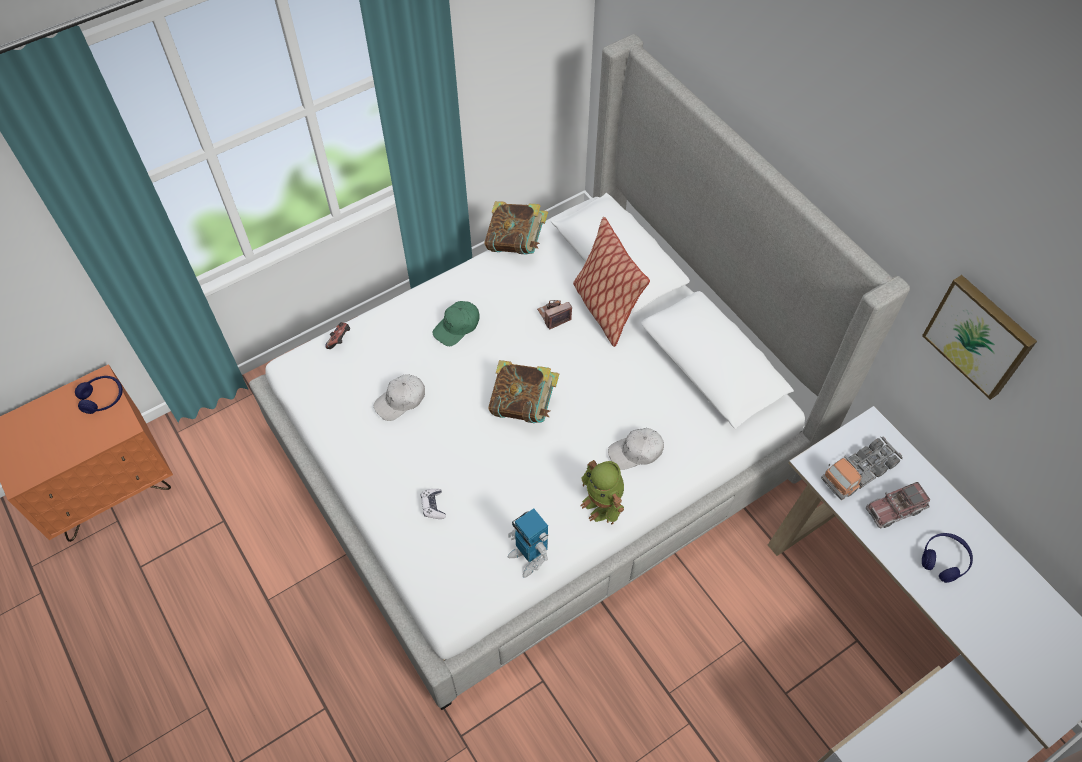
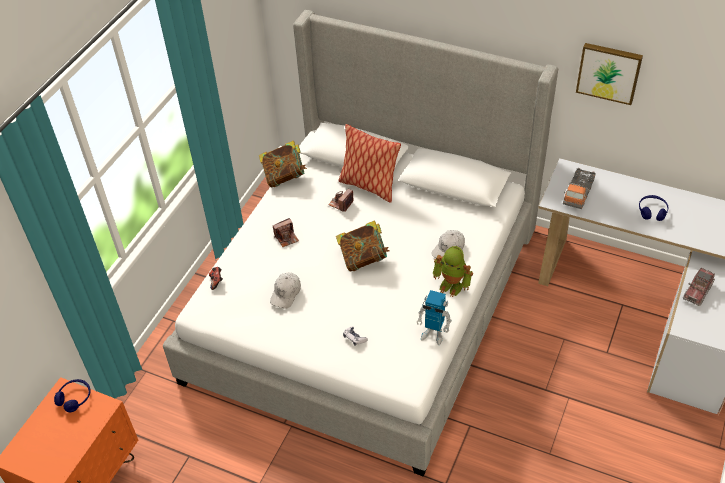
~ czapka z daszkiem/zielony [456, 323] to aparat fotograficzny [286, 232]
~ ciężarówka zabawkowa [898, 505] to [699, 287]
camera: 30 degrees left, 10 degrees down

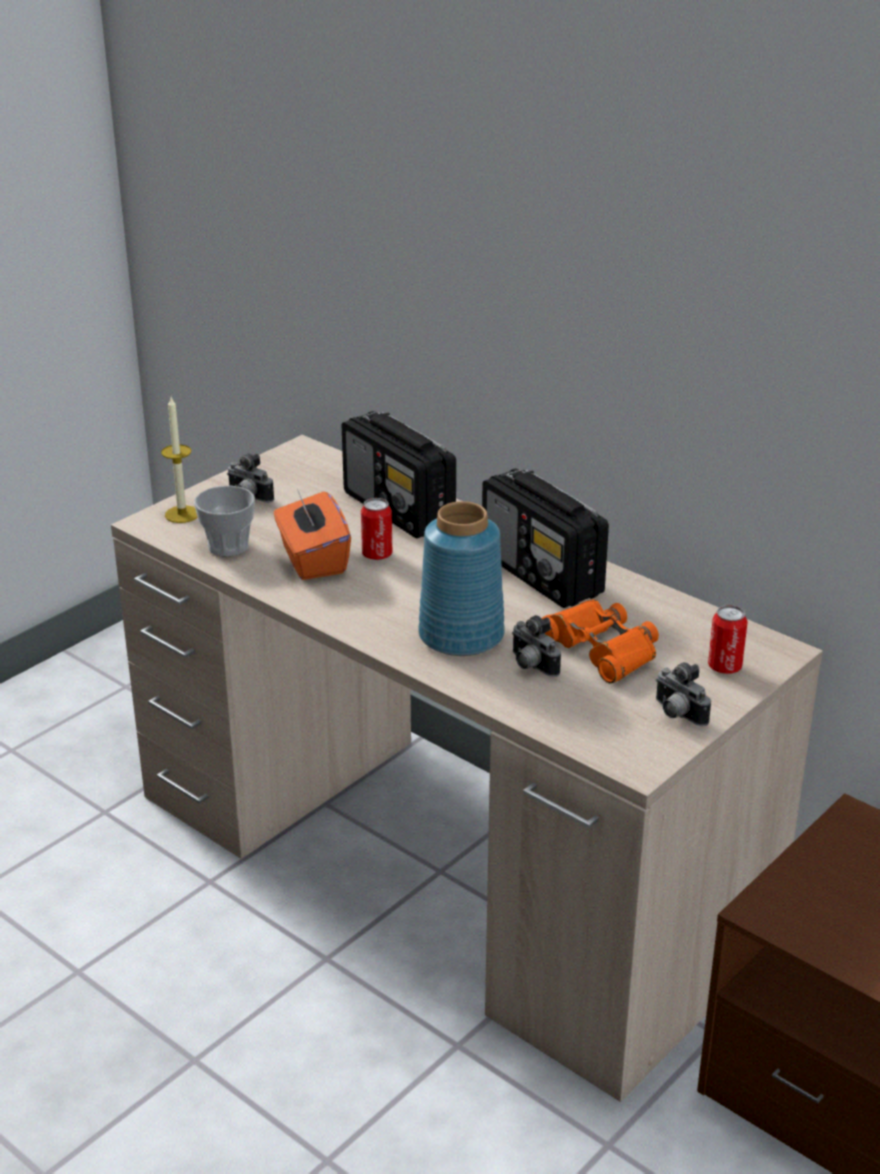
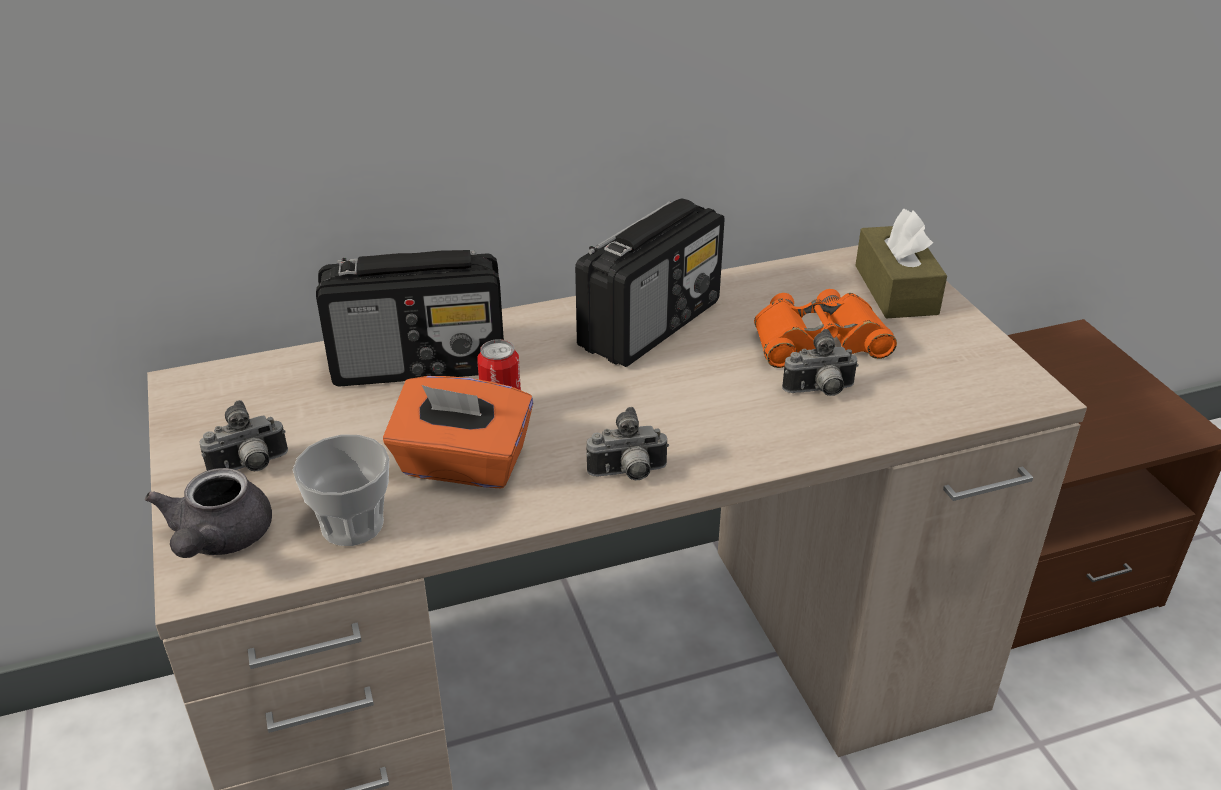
~ świeca [179, 460] to imbryk/szary [208, 513]
~ radio [545, 538] = [650, 283] 45 degrees counterclockwise
~ aparat fotograficzny [683, 694] to [627, 443]
~ puszka [728, 639] to pudełko chusteczek/brązowy [901, 264]
- wazon/niebieski [461, 578]
camera: 60 degrees left, 5 degrees up

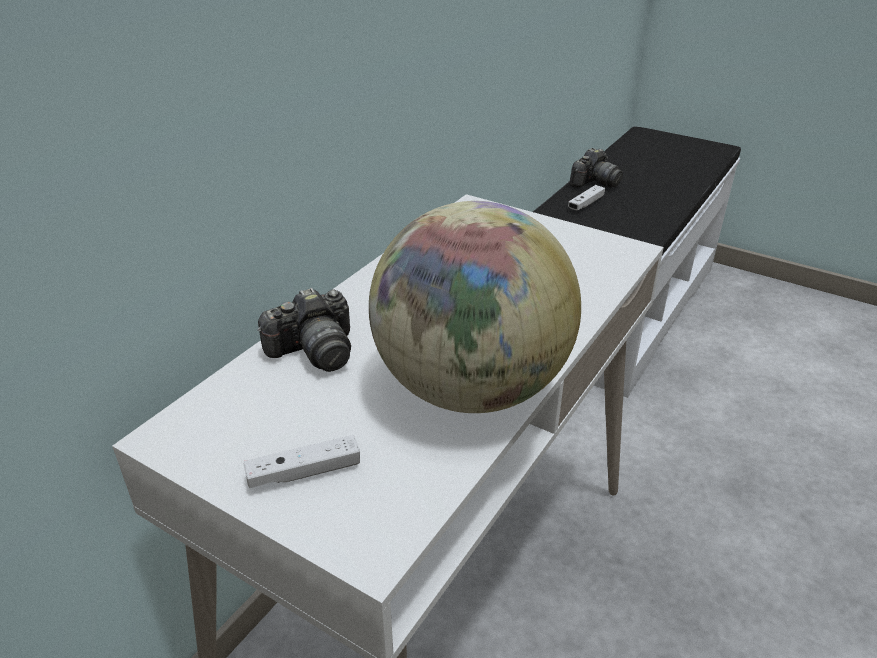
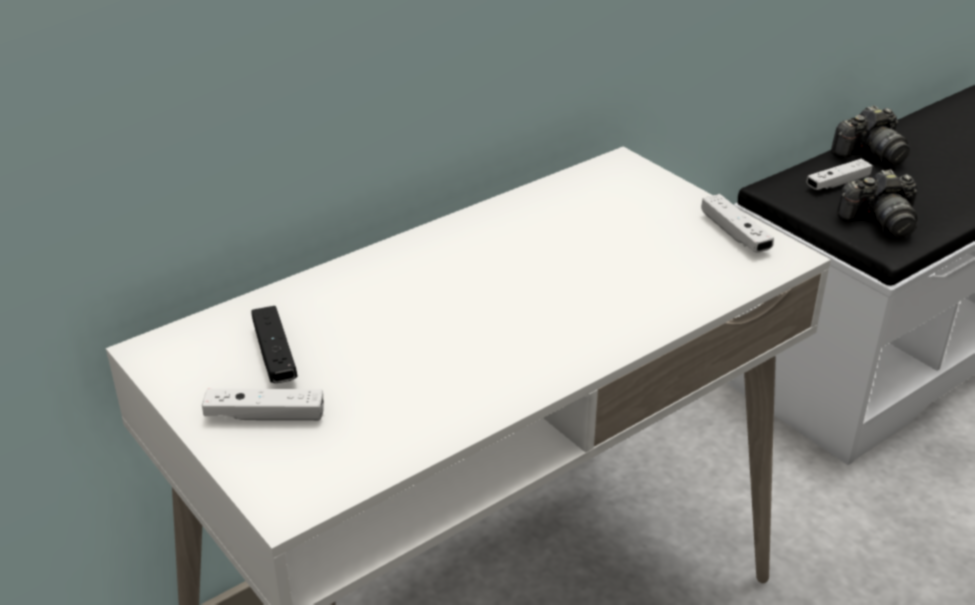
+ pad do gier/czarny [274, 344]
+ pad do gier/biały [737, 223]
~ aparat fotograficzny [304, 330] to [877, 204]
- globus [475, 307]
camera: 20 degrees right, 0 degrees up

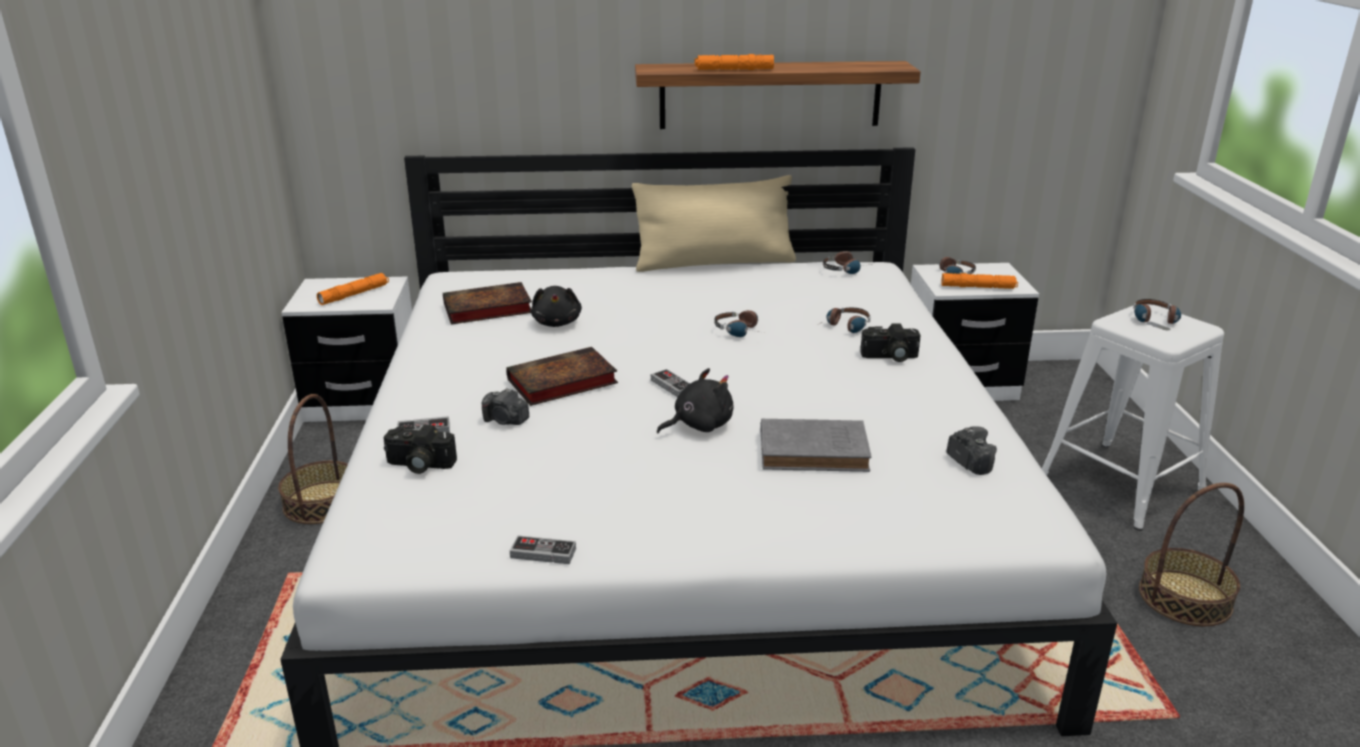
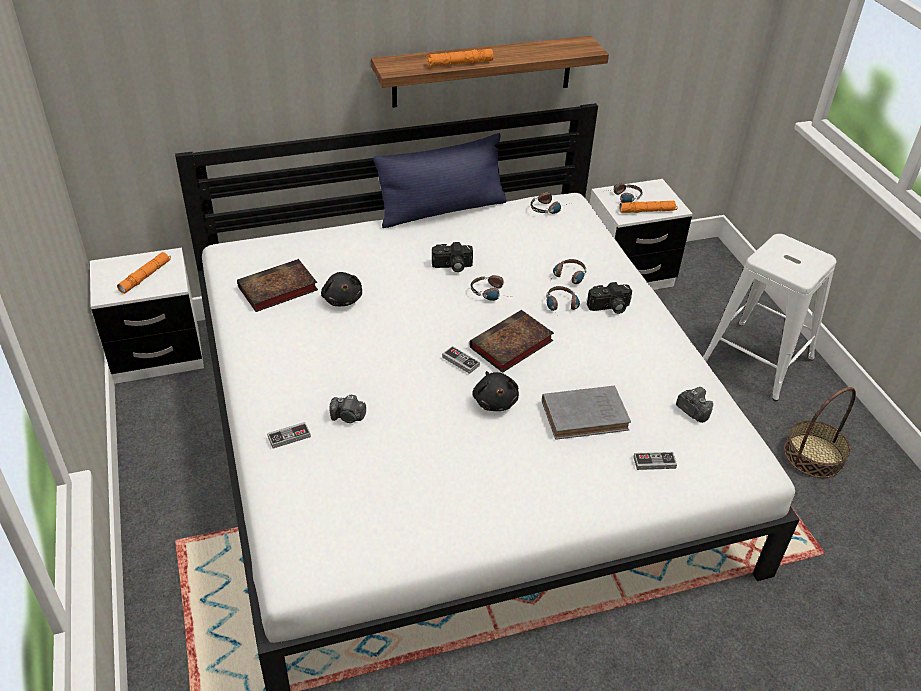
~ poduszka/beżowy [714, 223] to poduszka/niebieski [439, 180]
~ aparat fotograficzny [420, 449] to [452, 257]
~ książka [562, 376] to [511, 341]
~ pluszak/czarny [695, 400] = [495, 391] 120 degrees clockwise
~ słuchawki [1157, 311] to [563, 298]
~ pad do gier [543, 549] to [655, 461]
- koszyk [313, 459]
camera: 15 degrees left, 15 degrees up

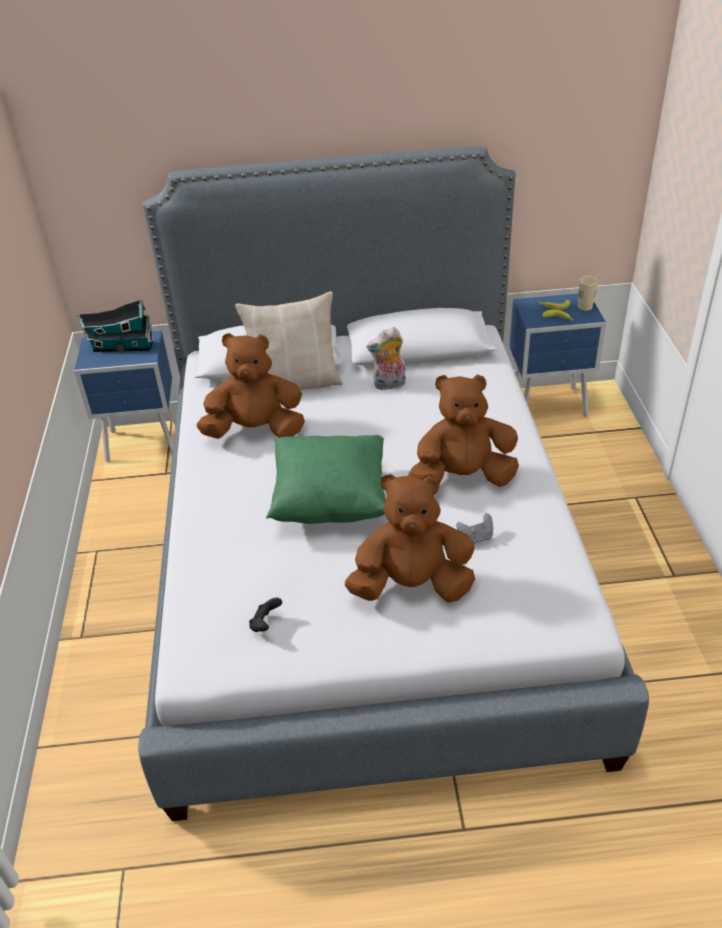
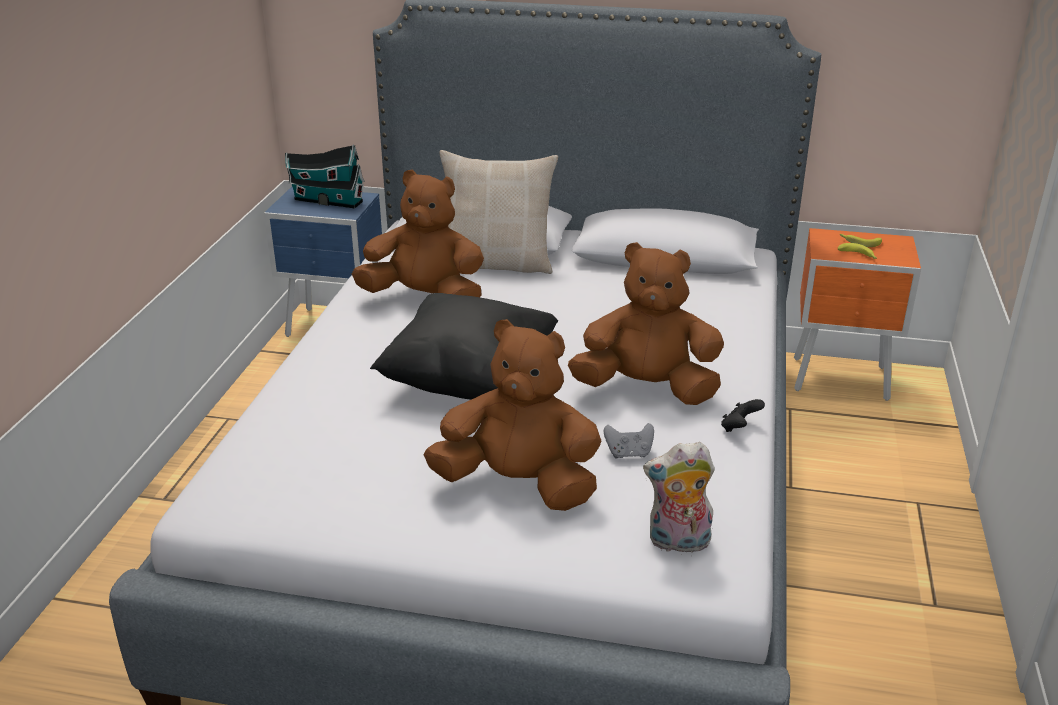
~ poduszka/zielony [326, 479] to poduszka/czarny [464, 346]
~ pluszak [386, 358] to [679, 497]
~ pad do gier/czarny [265, 615] to [743, 415]
~ szafka nocna/niebieski [557, 355] to szafka nocna/pomarańczowy [857, 314]
- filiżanka/beżowy [588, 293]
camera: 15 degrees right, 10 degrees down

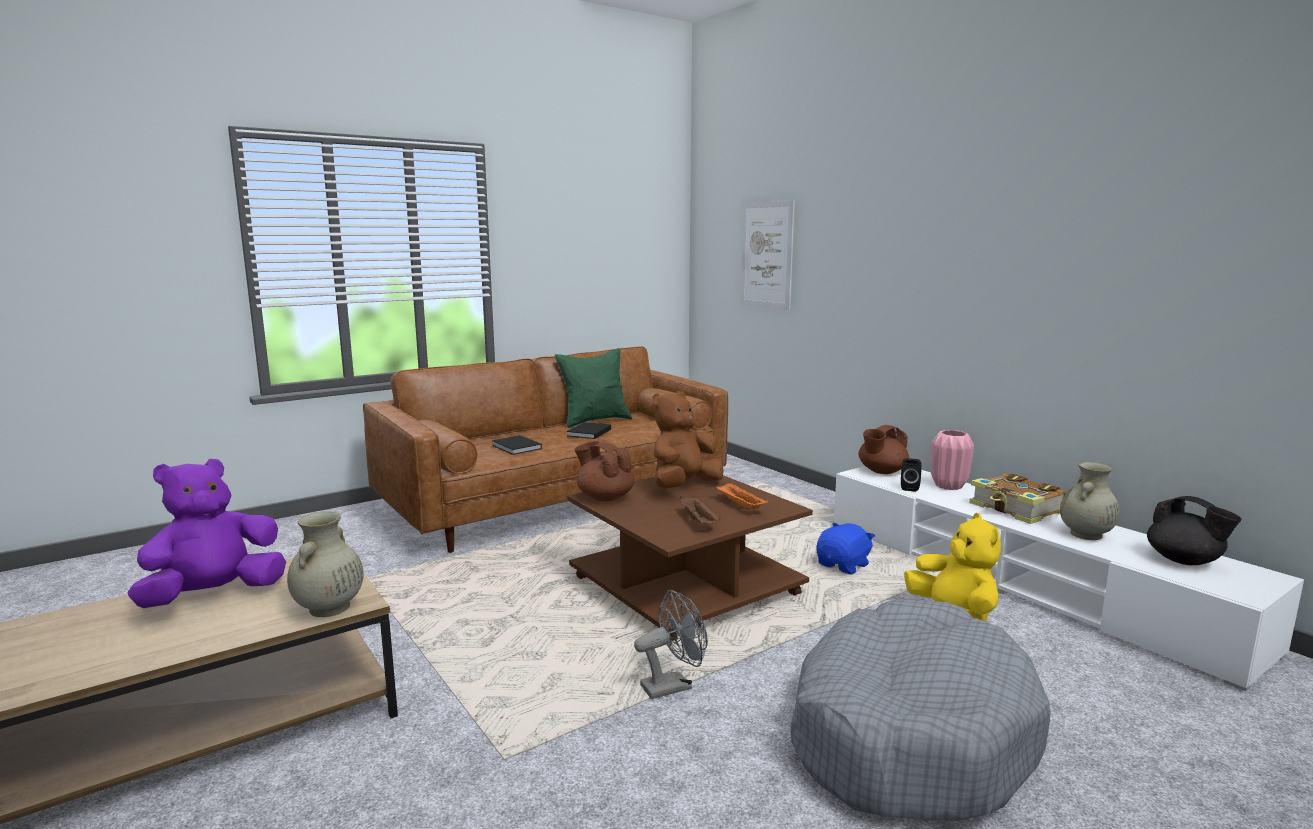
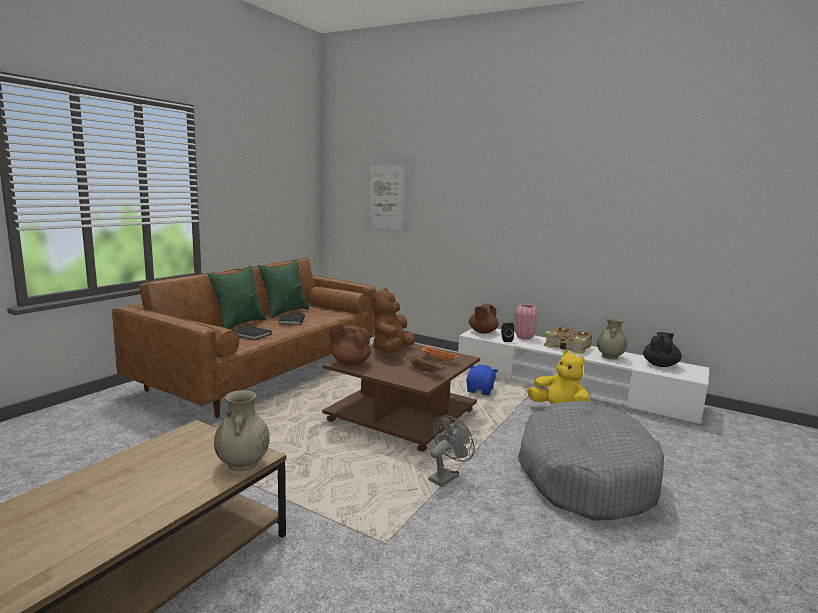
+ poduszka/zielony [236, 298]
~ imbryk/czarny [1194, 530] = [662, 349] 90 degrees counterclockwise
- pluszak/fioletowy [206, 533]
camera: 25 degrees left, 0 degrees up

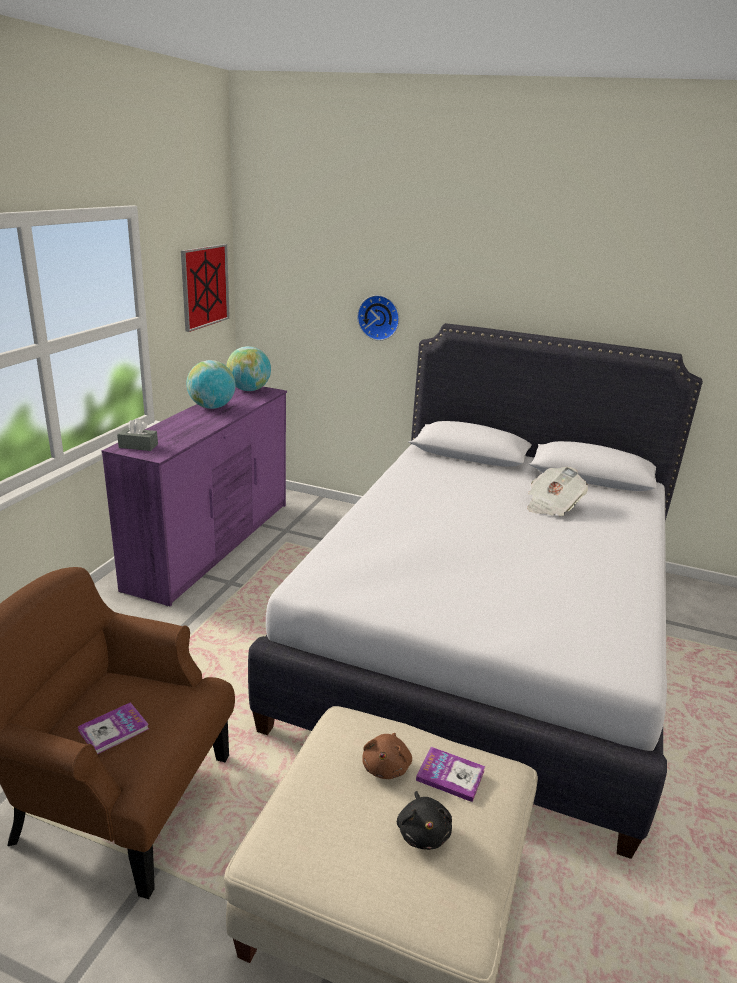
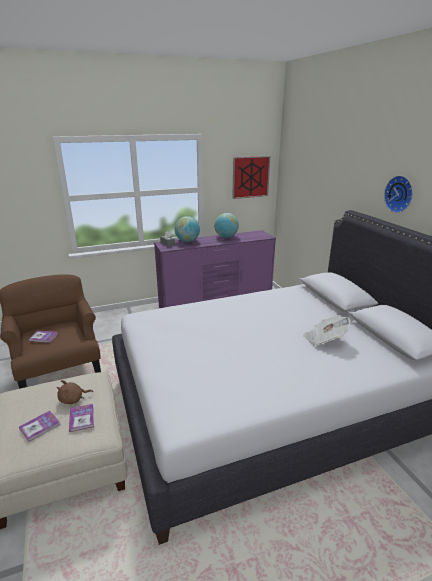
~ pluszak/czarny [424, 820] to książka [40, 426]
~ globus [248, 368] to [187, 229]
~ zegar ścienny [378, 318] to [398, 194]
camera: 50 degrees right, 0 degrees up

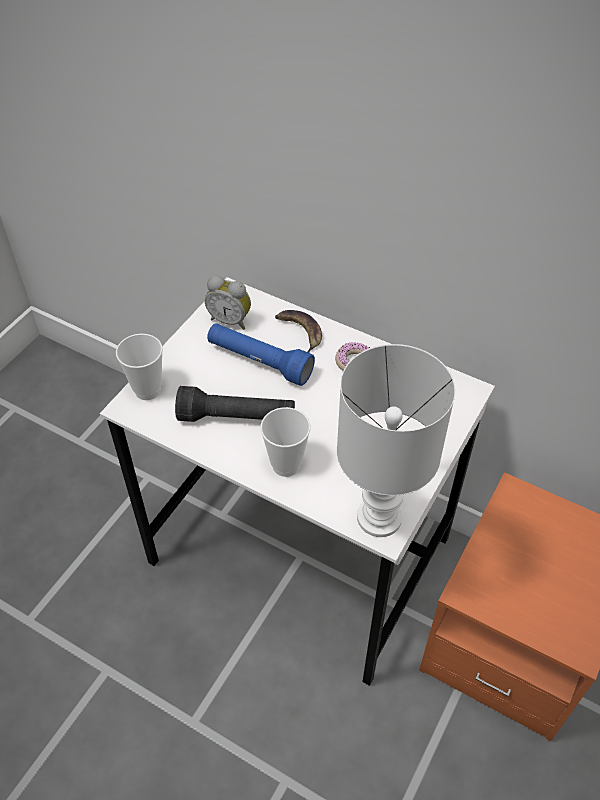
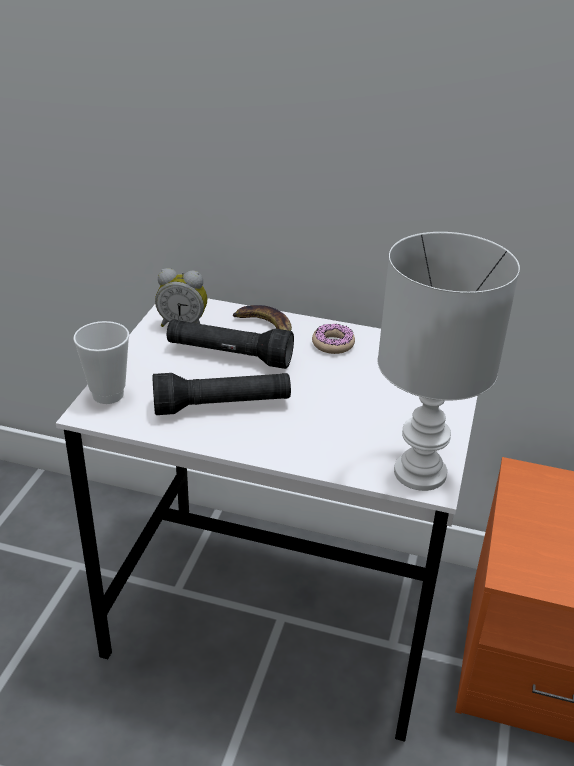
~ latarka/niebieski [261, 354] to latarka/czarny [230, 344]
- filiżanka [285, 442]
camera: 15 degrees left, 15 degrees down

